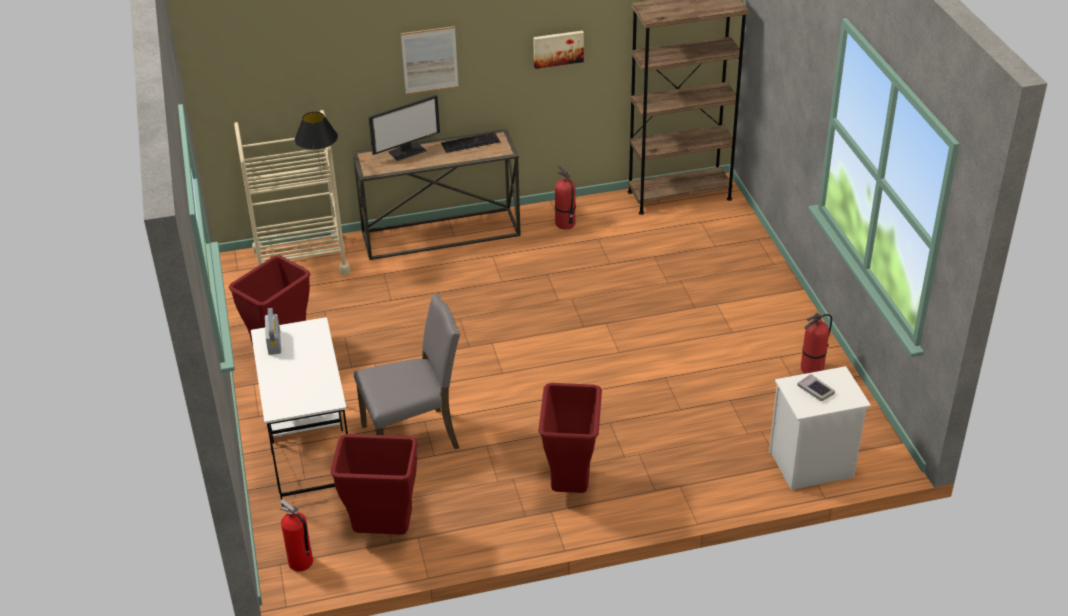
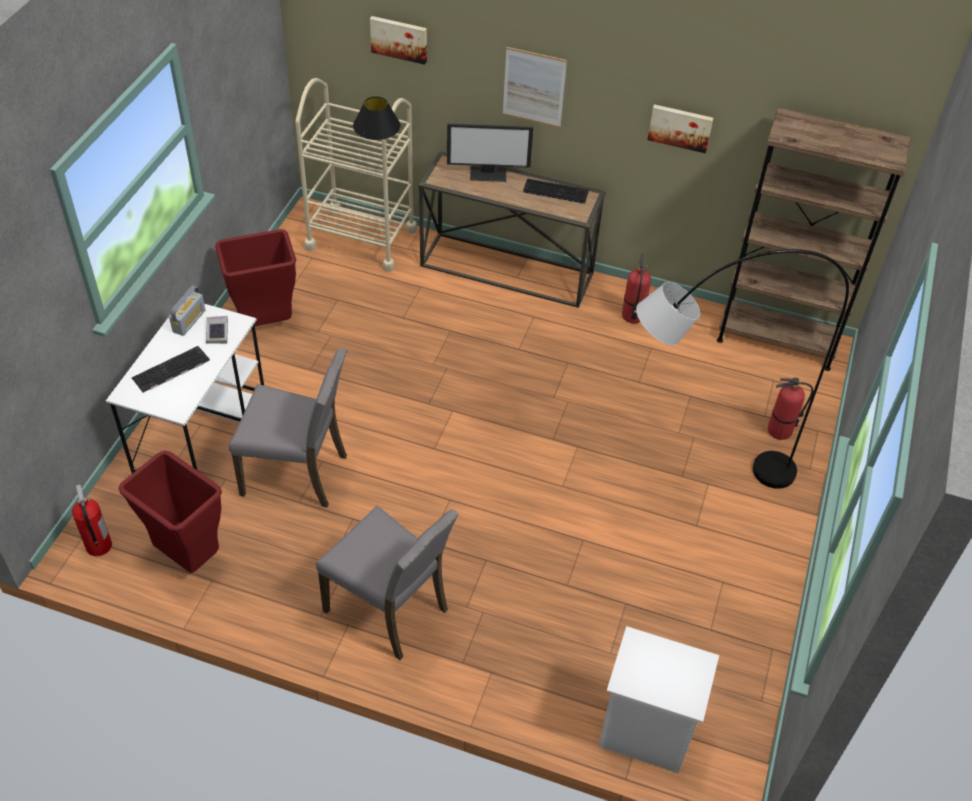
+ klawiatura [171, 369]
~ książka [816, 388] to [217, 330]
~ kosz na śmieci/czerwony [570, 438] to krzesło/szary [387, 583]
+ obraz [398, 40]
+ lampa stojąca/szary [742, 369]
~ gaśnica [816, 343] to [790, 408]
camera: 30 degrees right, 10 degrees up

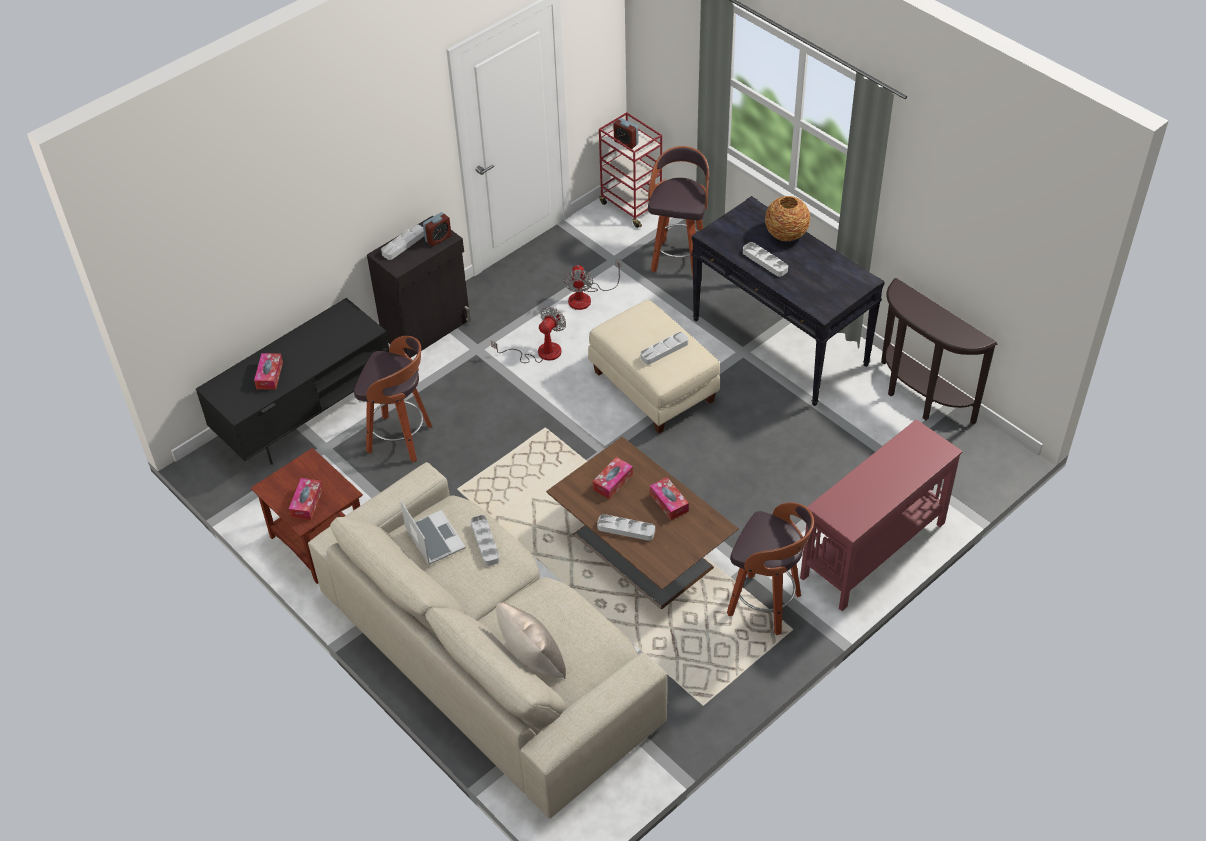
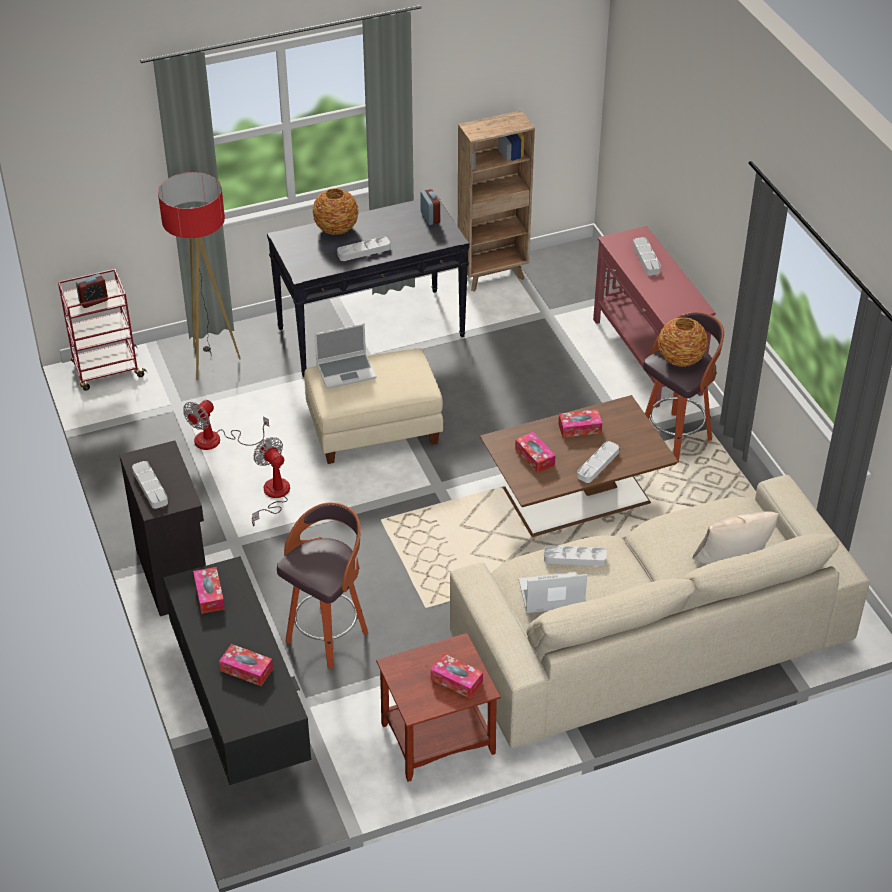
~ stołek [678, 211] to lampa stojąca [199, 276]
~ wentylator [593, 285] = [226, 425] 105 degrees clockwise
+ pudełko chusteczek [209, 590]
+ laptop [345, 356]
~ budzik [437, 229] to [430, 207]
~ stolik konsolowy/brązowy [939, 351] to regał/brązowy [496, 201]
~ taca/szary [664, 348] to [647, 256]
+ wazon [683, 342]
camera: 70 degrees left, 5 degrees down

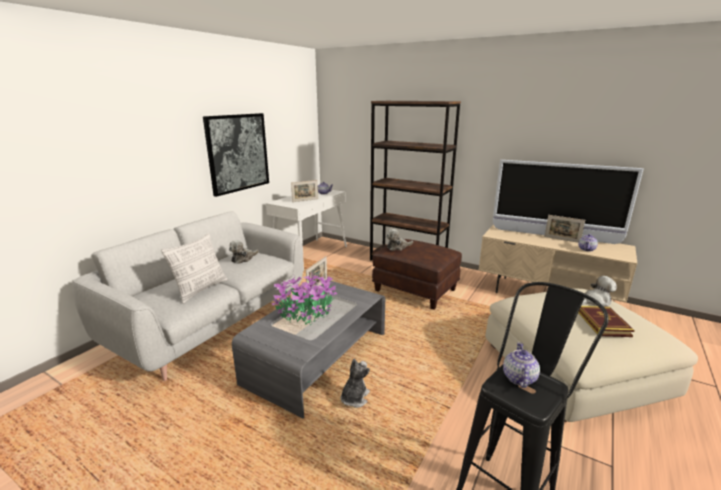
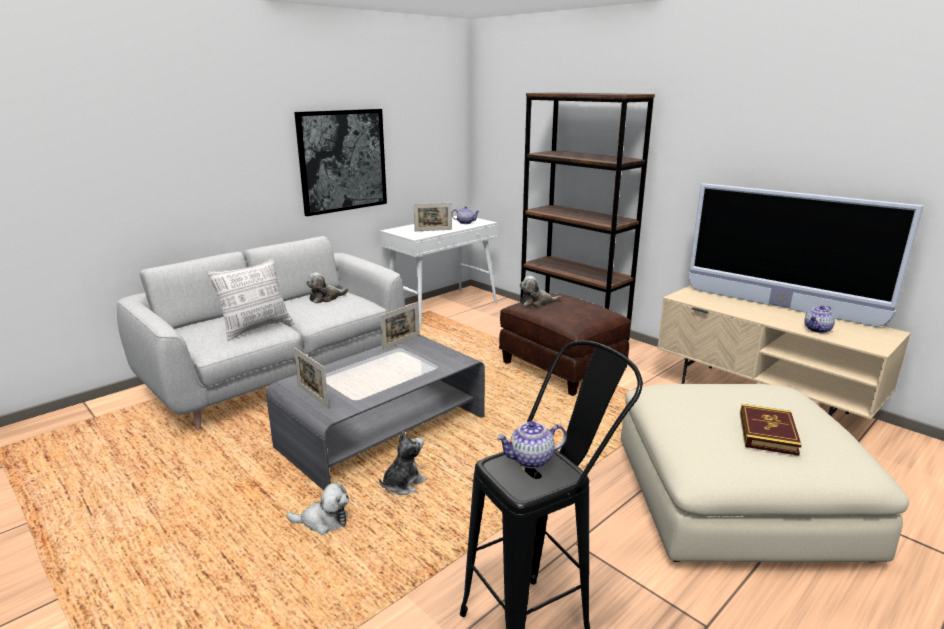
~ pluszak [599, 291] to [318, 508]
~ ramka na zdjęcie [564, 229] to [311, 377]
~ imbryk [521, 365] = [532, 445] 135 degrees counterclockwise
- roślina doniczkowa [304, 297]
camera: 15 degrees right, 0 degrees up

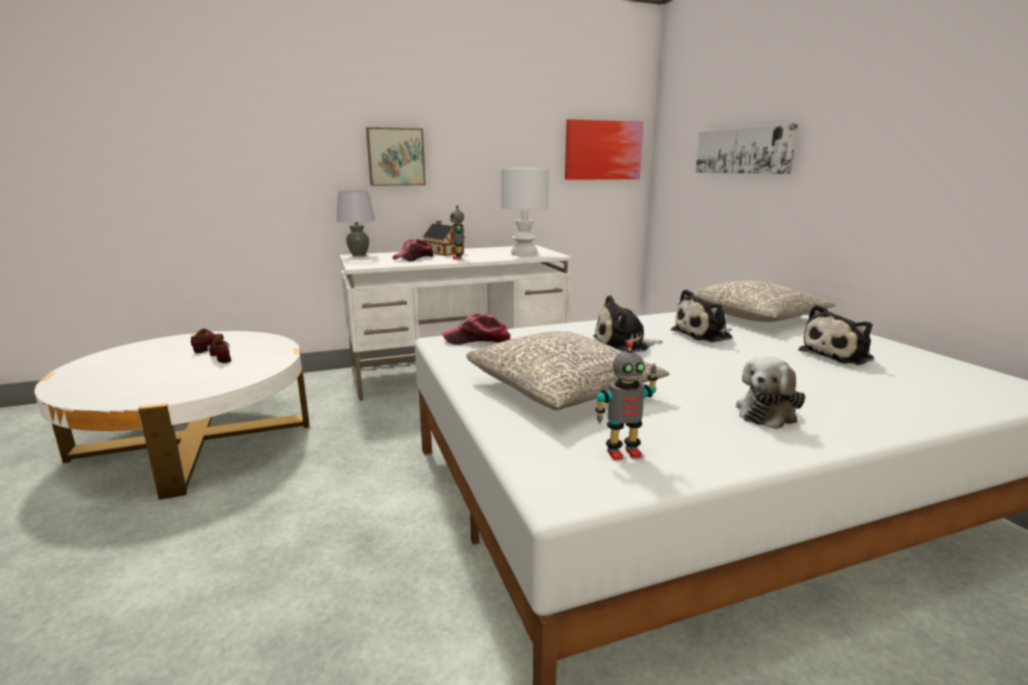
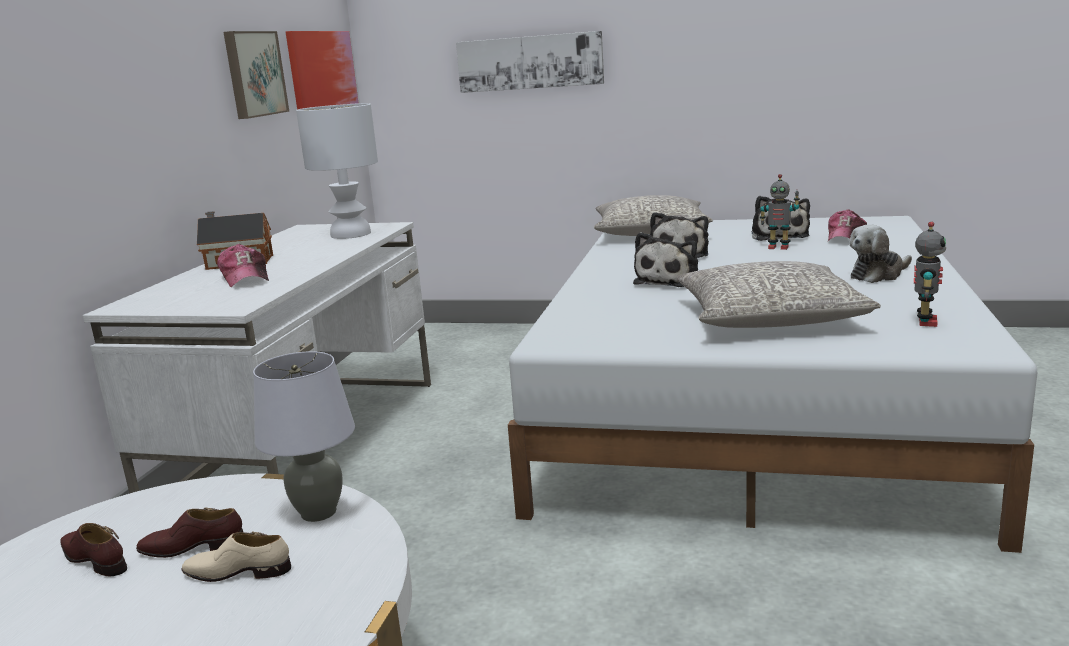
+ but/beżowy [236, 556]
~ obraz [396, 156] to [256, 75]
~ lampa stołowa/szary [355, 223] to [304, 436]
~ robot zabawkowy [457, 232] to [780, 212]
~ czapka z daszkiem [476, 329] to [847, 225]
~ pluszak [771, 392] = [880, 253] 75 degrees clockwise
camera: 55 degrees left, 0 degrees up

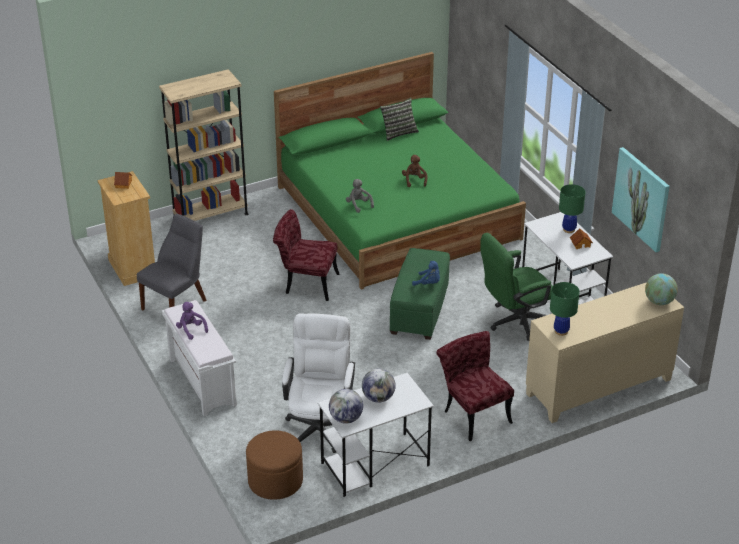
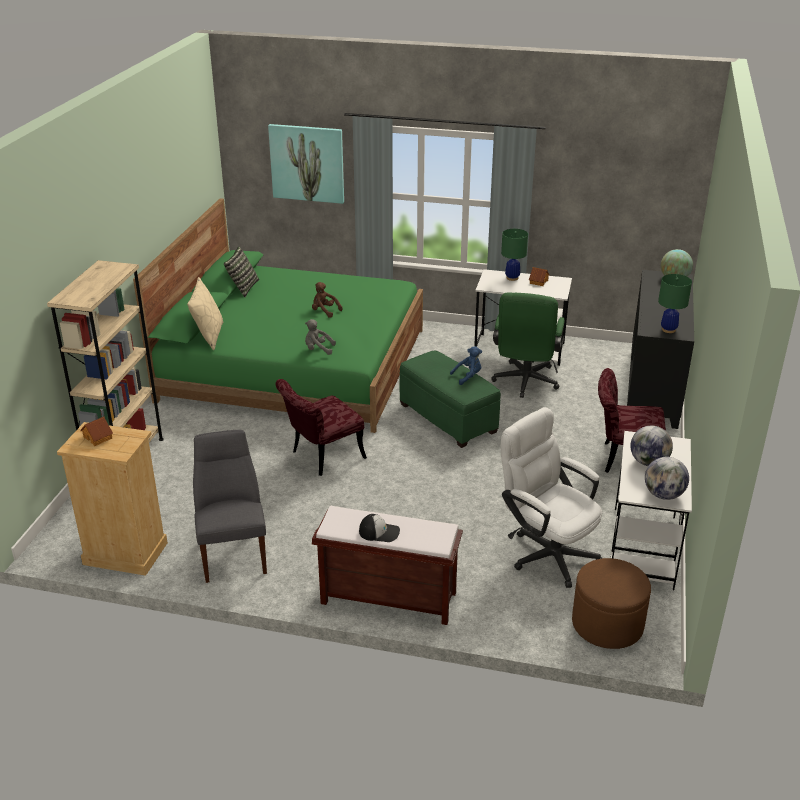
+ poduszka/beżowy [205, 313]
~ obraz [641, 199] to [306, 164]
~ ławka/biały [199, 358] to ławka/brązowy [387, 565]
~ pluszak/fioletowy [192, 321] to czapka z daszkiem [379, 528]
~ szafka/beżowy [605, 352] to szafka/czarny [660, 349]
camera: 50 degrees left, 5 degrees down

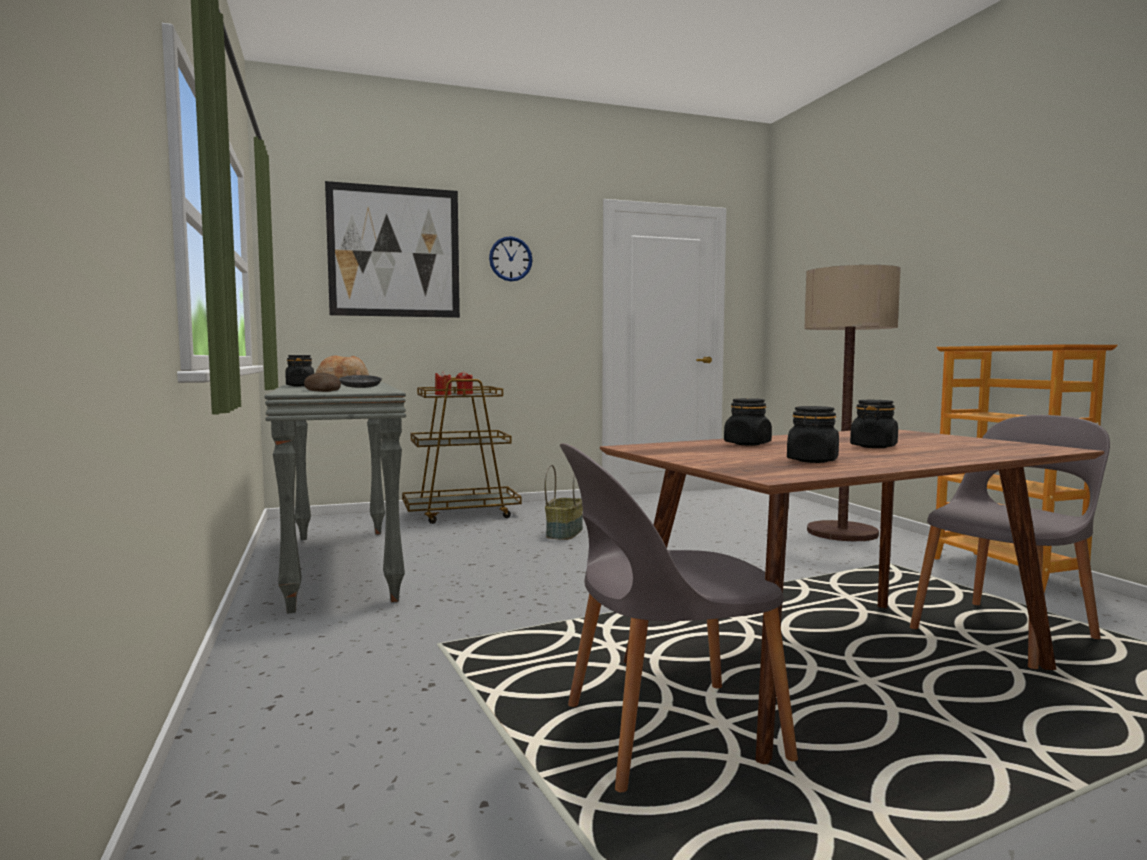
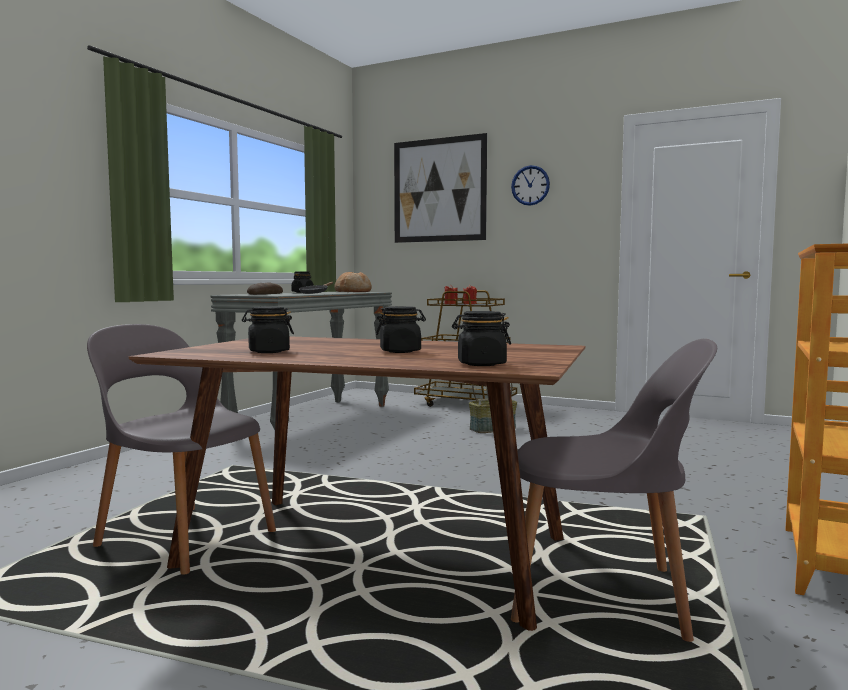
~ słoik/czarny [748, 422] to [481, 338]
- lampa stojąca [852, 403]
camera: 45 degrees right, 0 degrees up

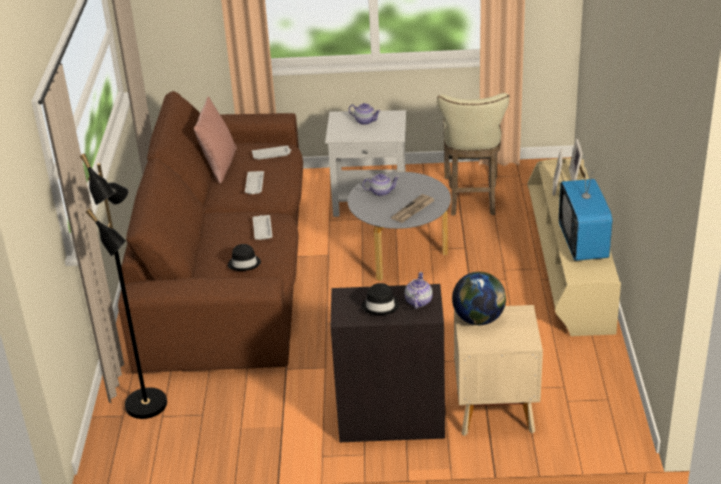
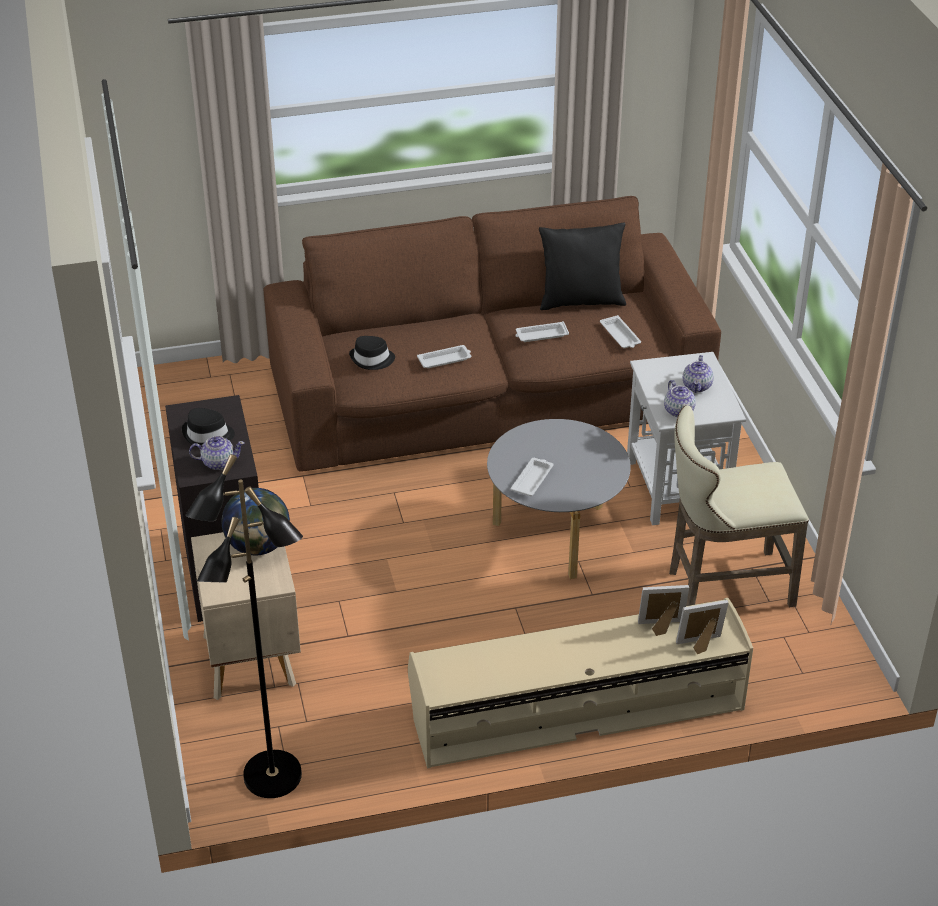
~ lampa stojąca/czarny [123, 286] to [244, 626]
~ gazeta [413, 208] to taca/biały [532, 477]
~ poduszka/różowy [215, 140] to poduszka/czarny [582, 266]
~ imbryk [380, 184] to [680, 398]
- telewizor [585, 208]
camera: 75 degrees right, 5 degrees up

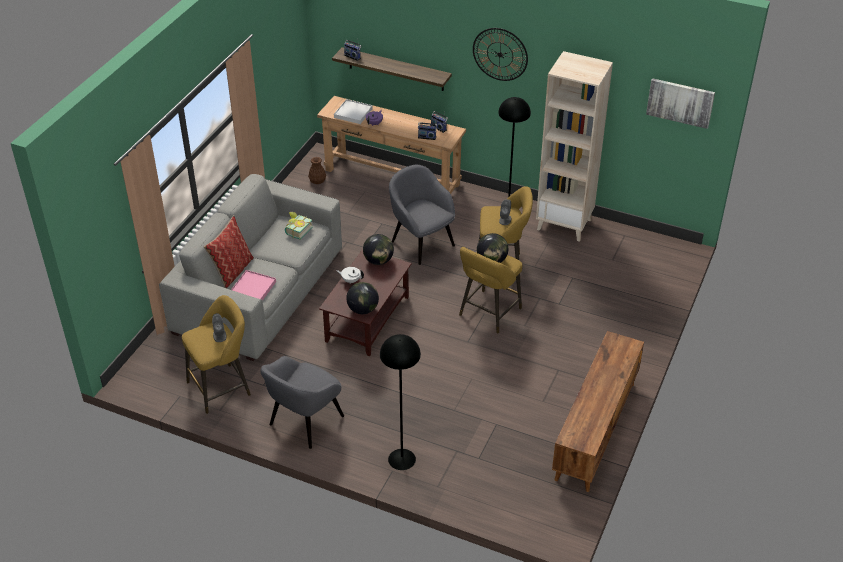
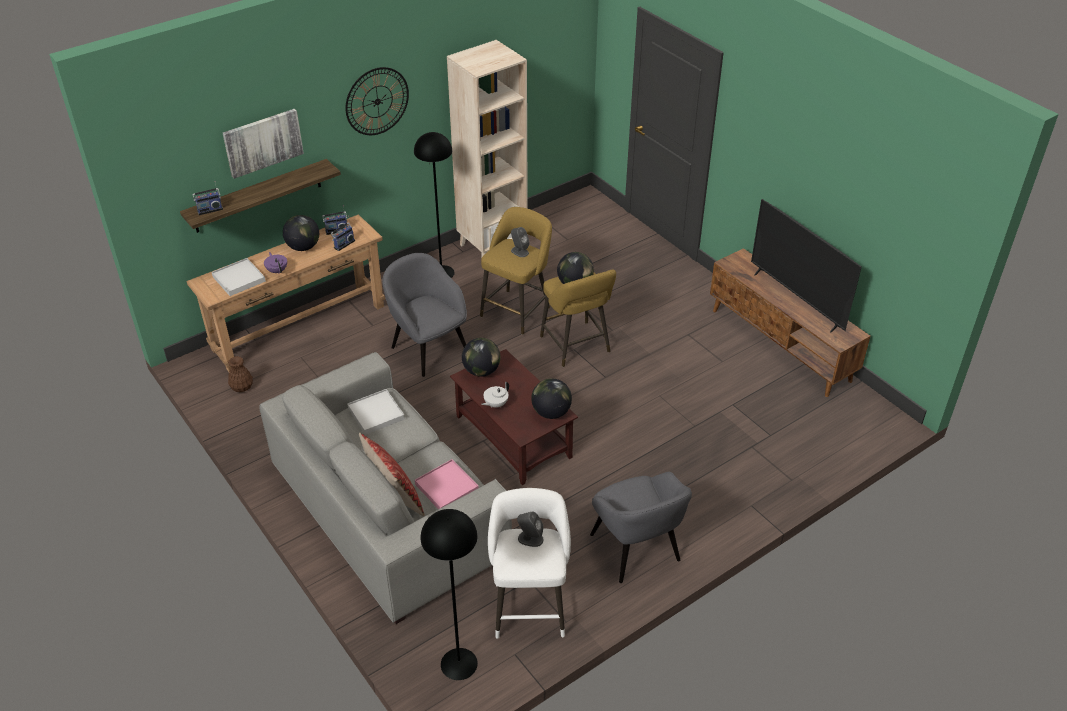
~ obraz [680, 103] to [263, 144]
+ globus [301, 233]
~ książka [299, 225] to taca/biały [376, 412]
~ fotel/szary [422, 215] = [424, 315] 60 degrees clockwise
~ lampa stojąca/czarny [400, 402] to [449, 594]
~ stołek/żółty [216, 354] to stołek/biały [529, 563]
+ telewizor [806, 266]
camera: 60 degrees left, 0 degrees up

